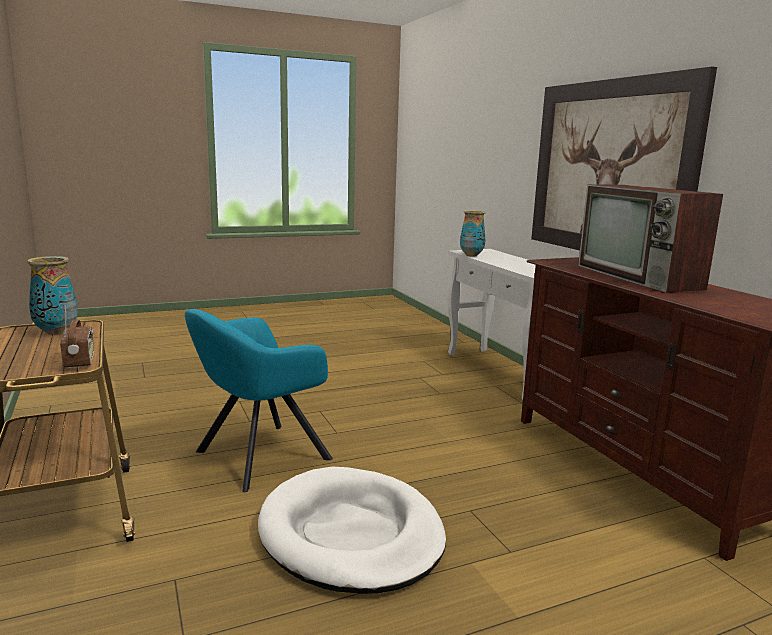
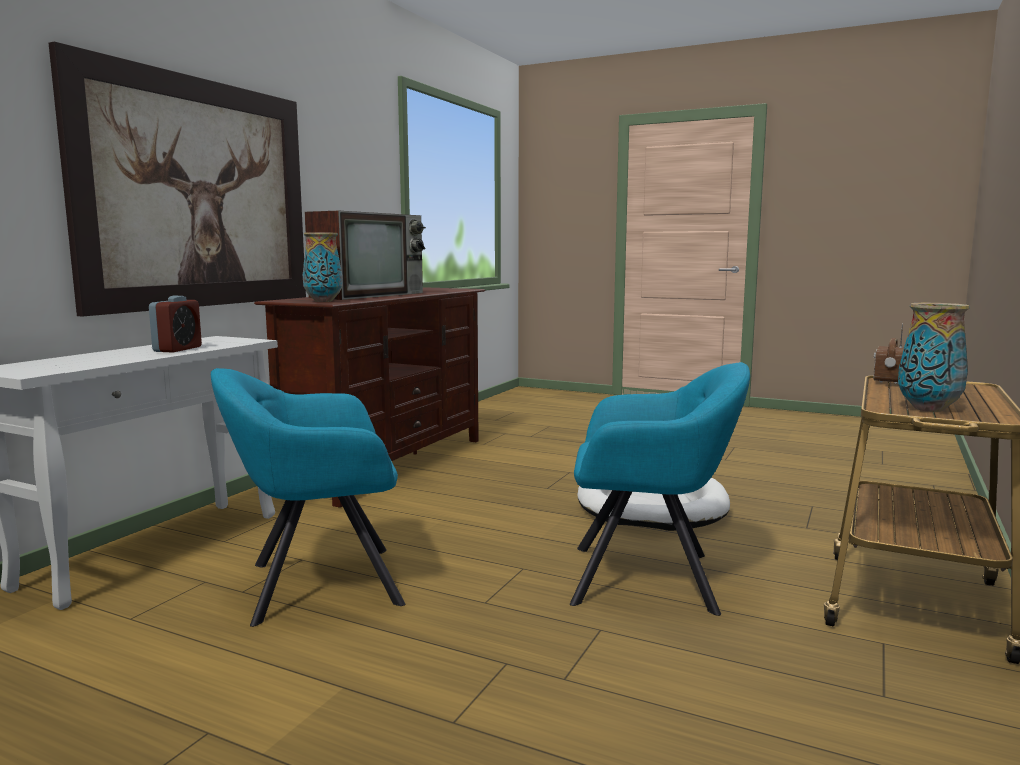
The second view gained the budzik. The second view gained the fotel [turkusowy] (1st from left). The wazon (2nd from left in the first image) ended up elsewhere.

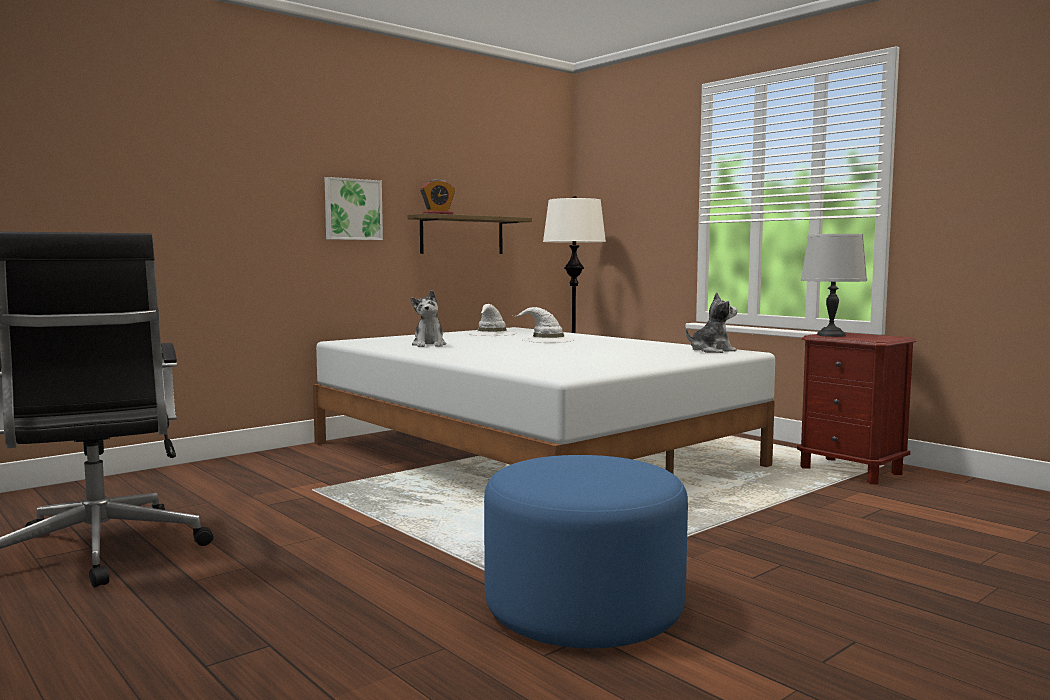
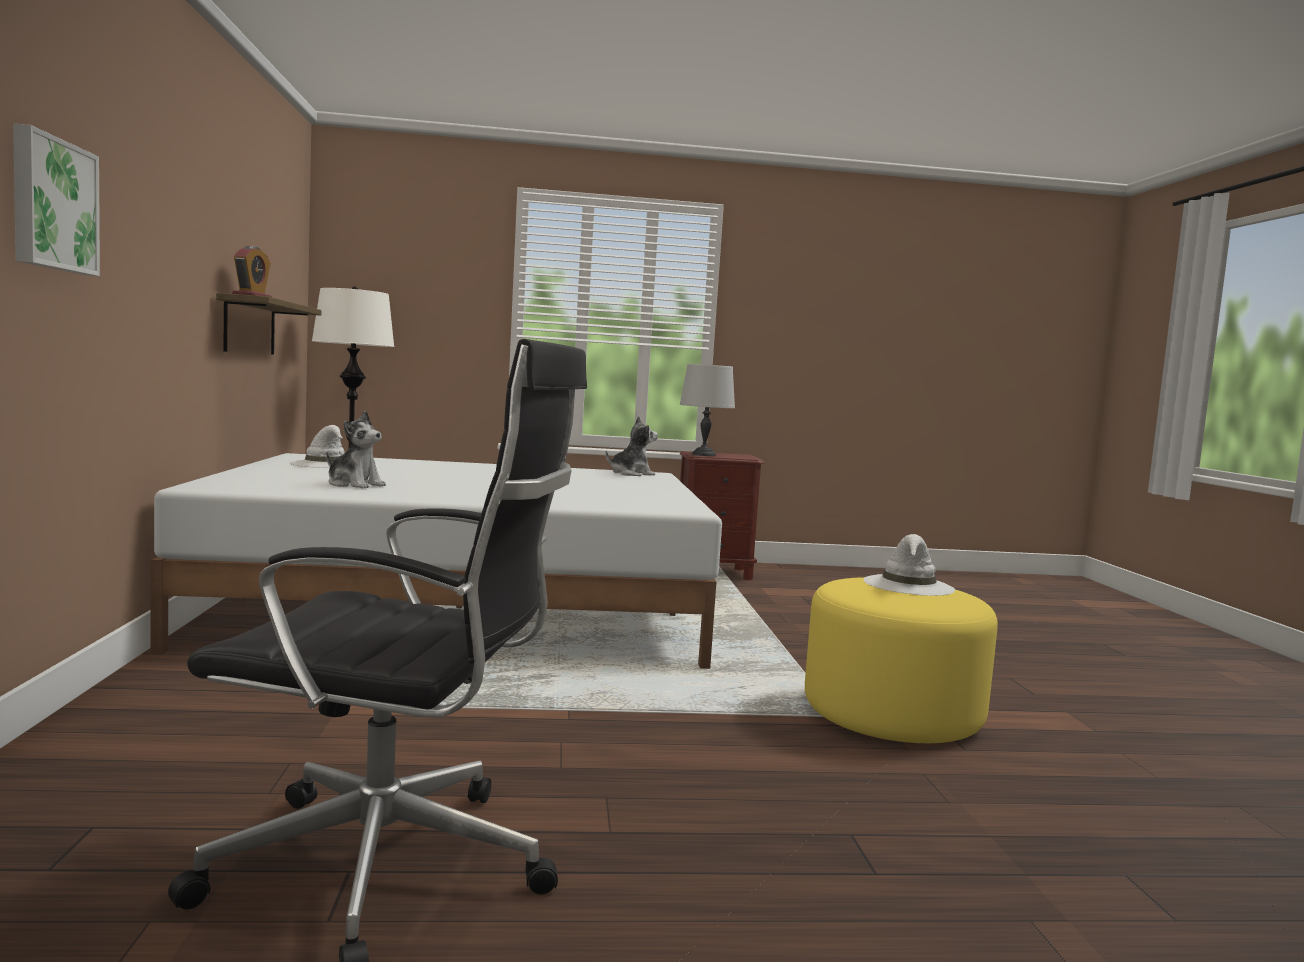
The obraz ended up elsewhere. The kapelusz [biały] (2nd from left) ended up elsewhere. What was the pufa [niebieski] turned into the pufa [żółty]. The pluszak (2nd from left) ended up facing another way, 45 degrees clockwise from before.

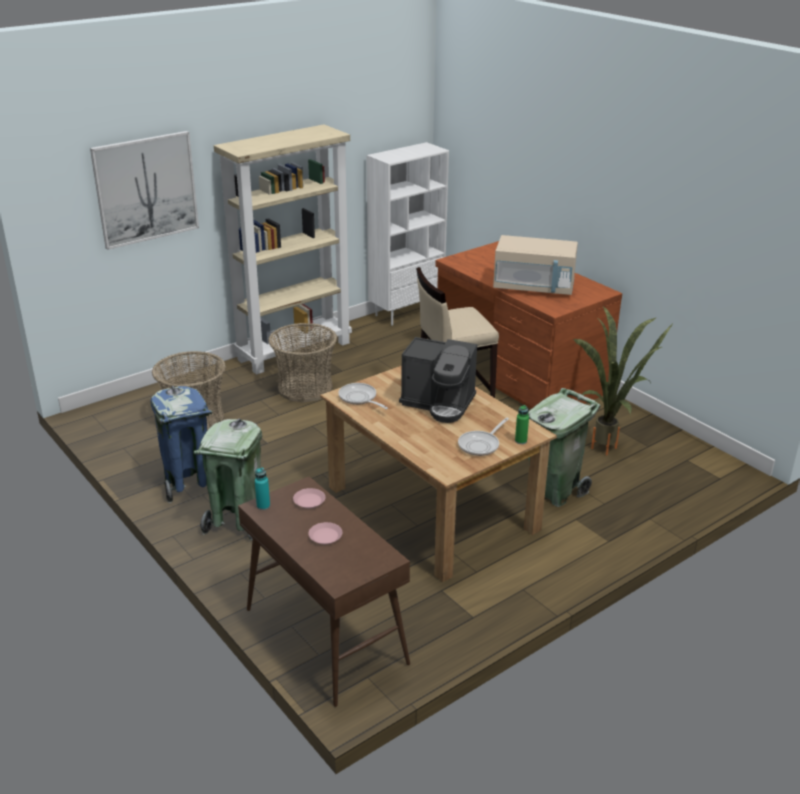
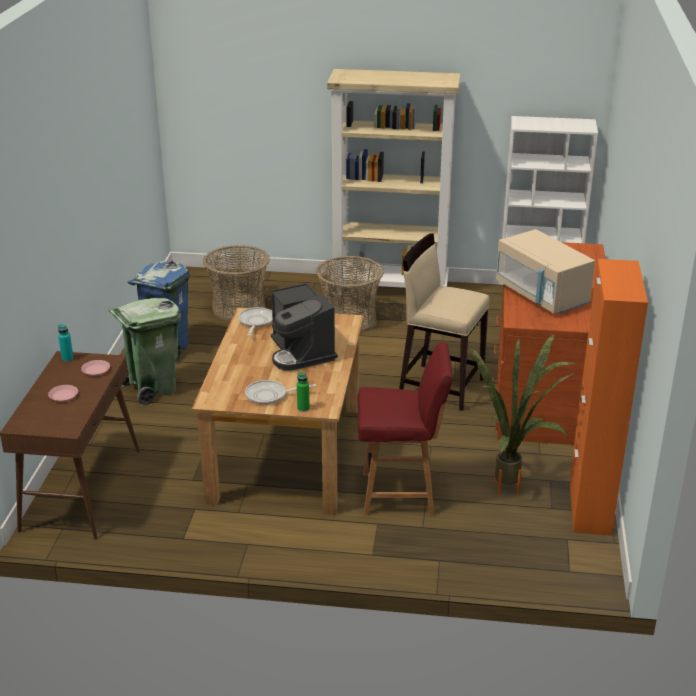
The second view lost the obraz. The second view gained the szafka [pomarańczowy]. Where the kosz na śmieci [zielony] (2nd from left) stood, the krzesło [czerwony] came to stand.

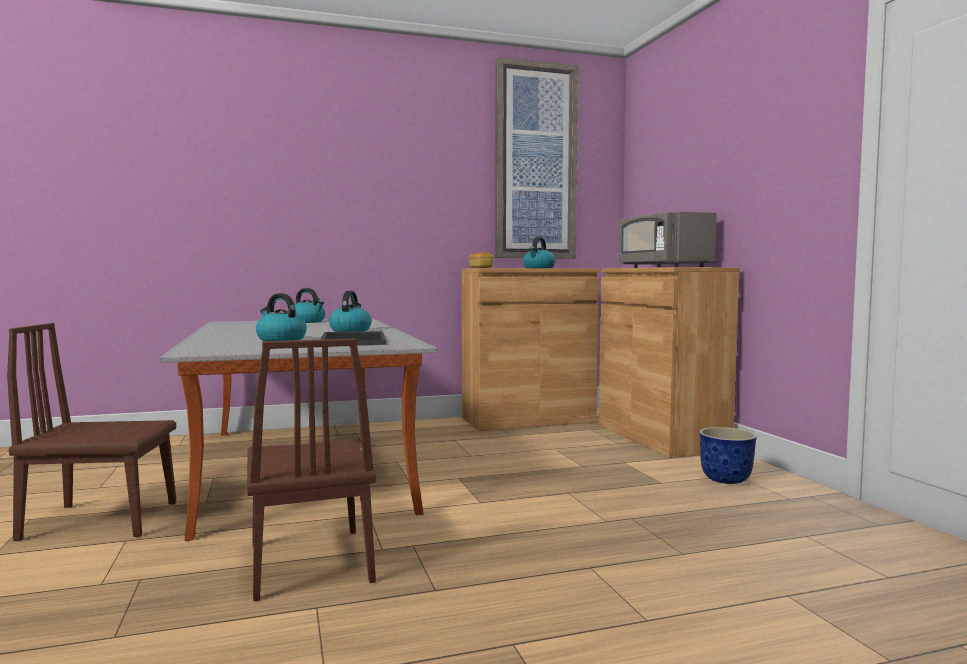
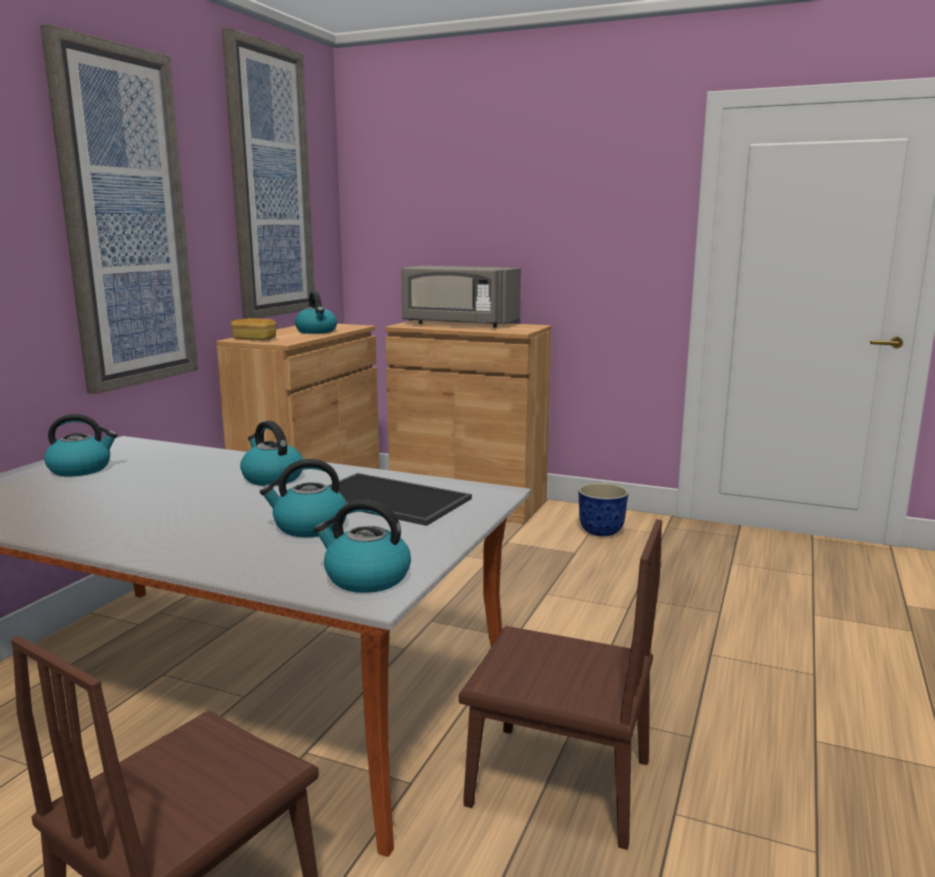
The second view gained the obraz (1st from left). The second view gained the czajnik (5th from left).

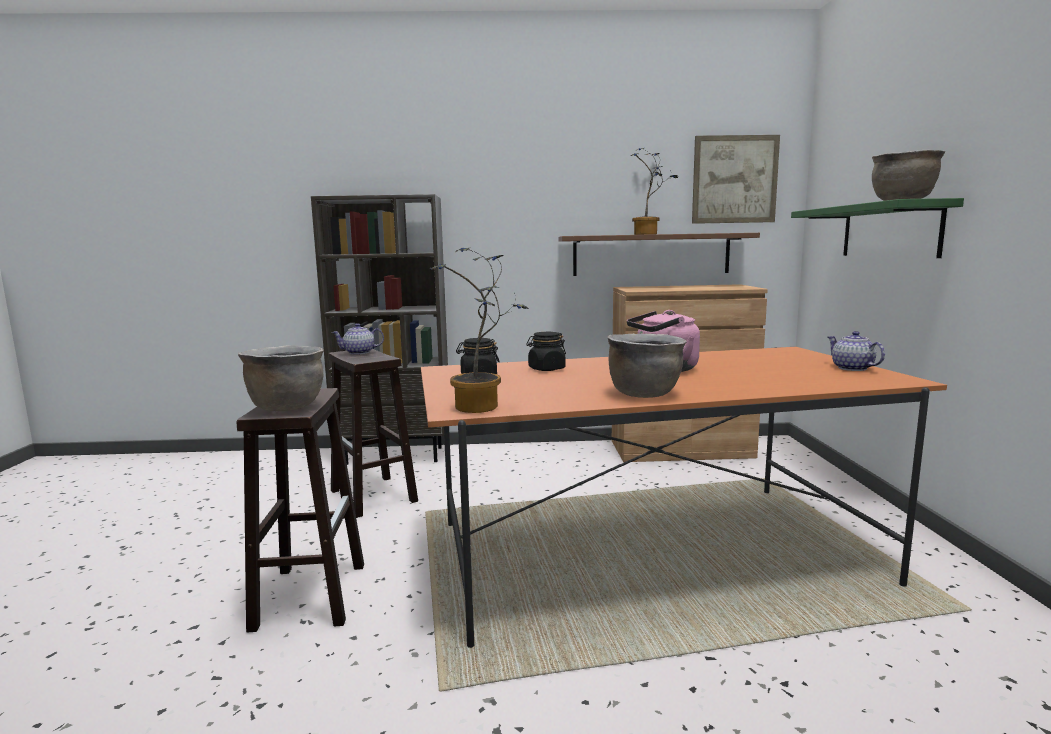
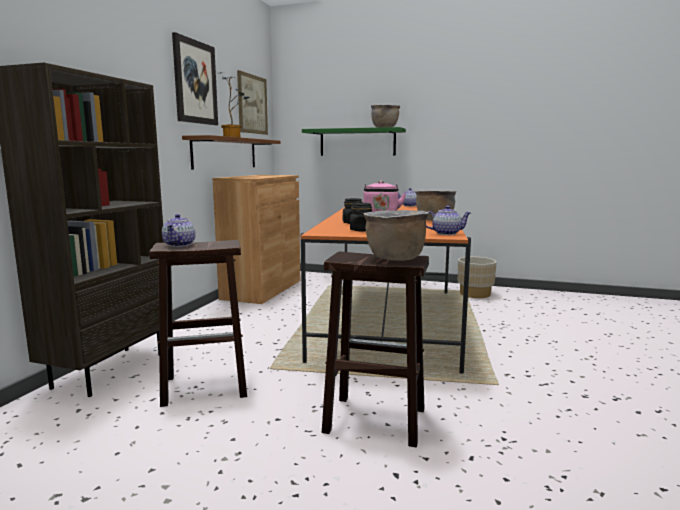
The second view gained the obraz (1st from left). The second view gained the donica [beżowy]. Where the roślina doniczkowa (1st from left) stood, the imbryk (3rd from left) came to stand.

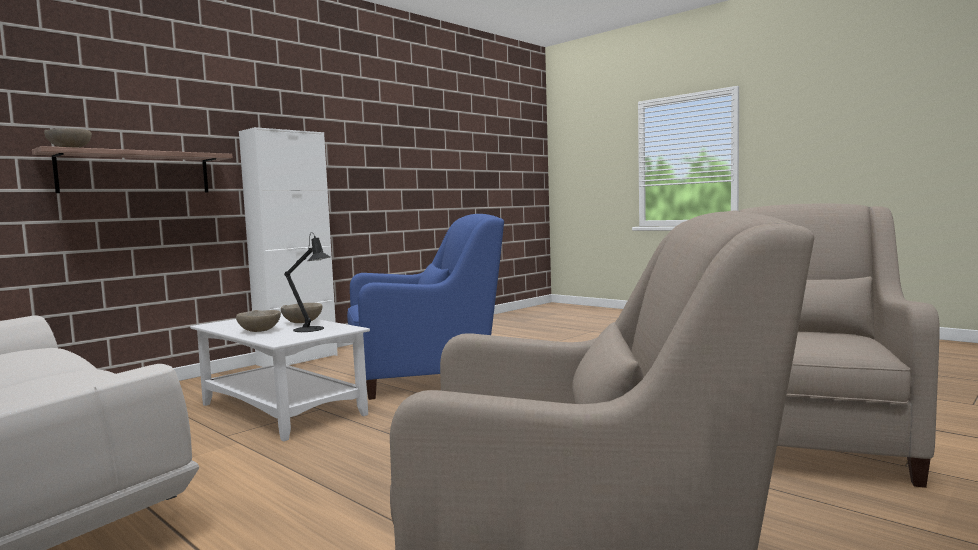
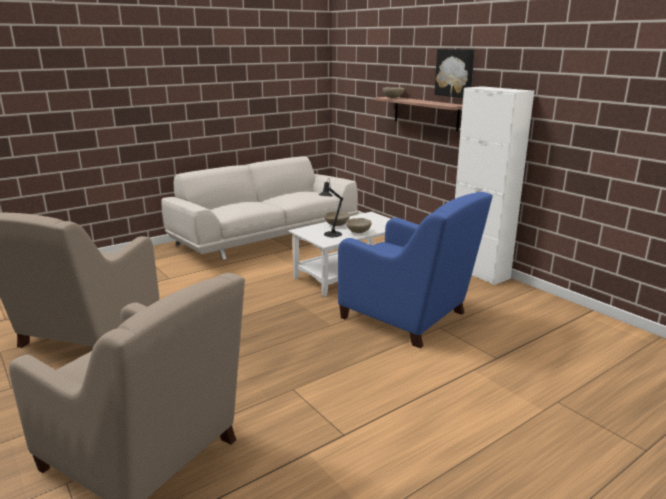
The second view gained the obraz. The fotel [niebieski] ended up facing another way, 45 degrees counterclockwise from before.

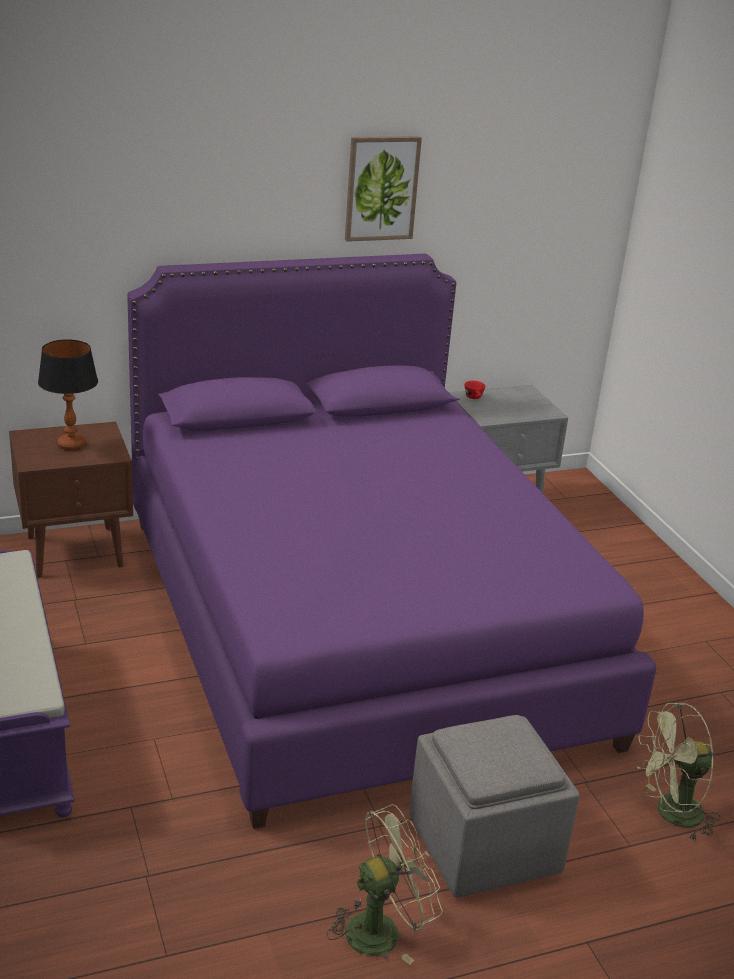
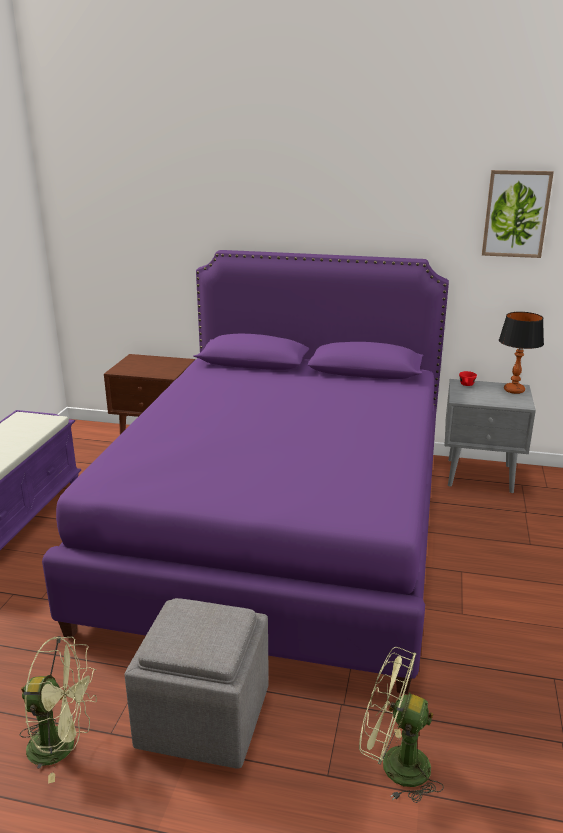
The lampa stołowa ended up elsewhere. The obraz ended up elsewhere.

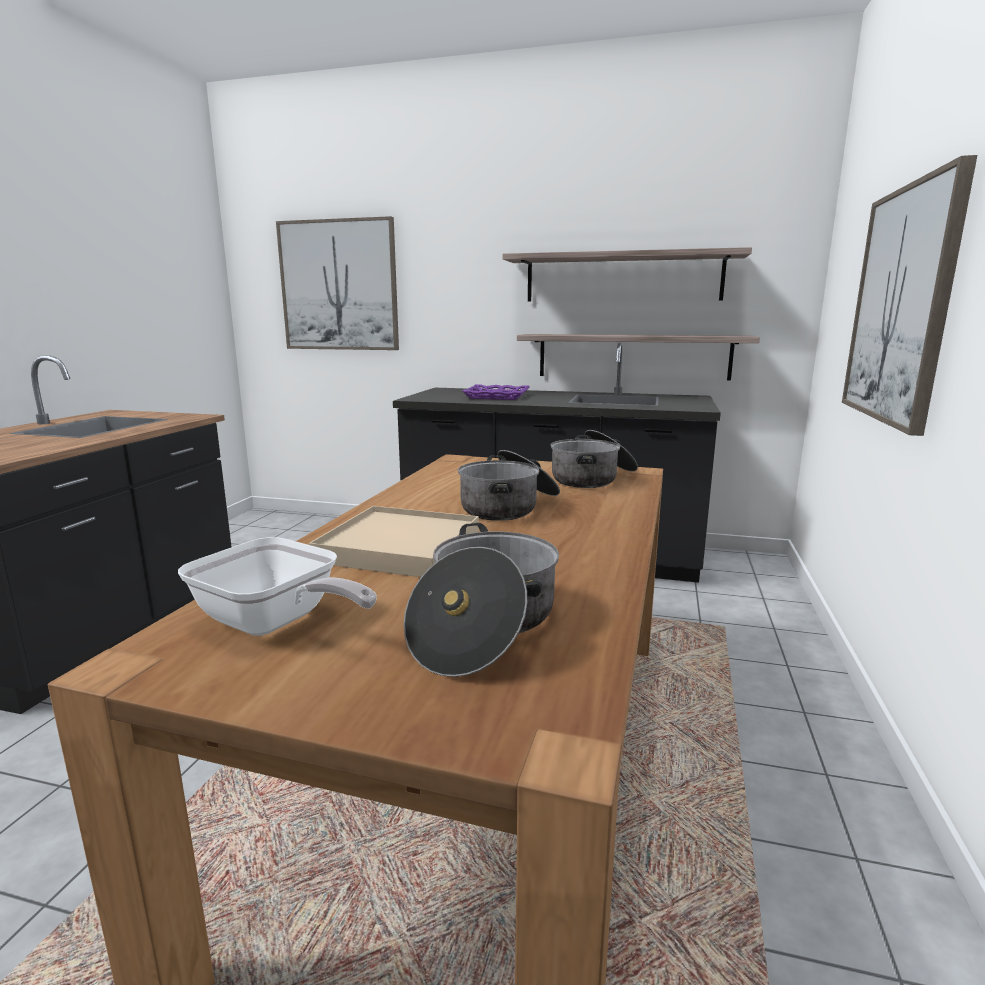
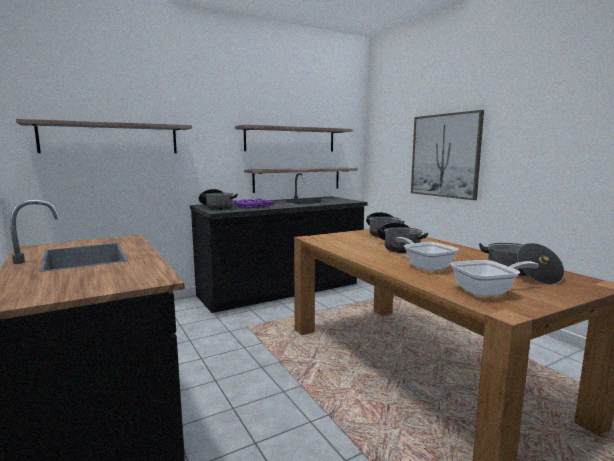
The second view gained the garnek (1st from left). Where the obraz (1st from left) hung, the półka (1st from left) came to hang. Where the taca [beżowy] stood, the patelnia (1st from left) came to stand.

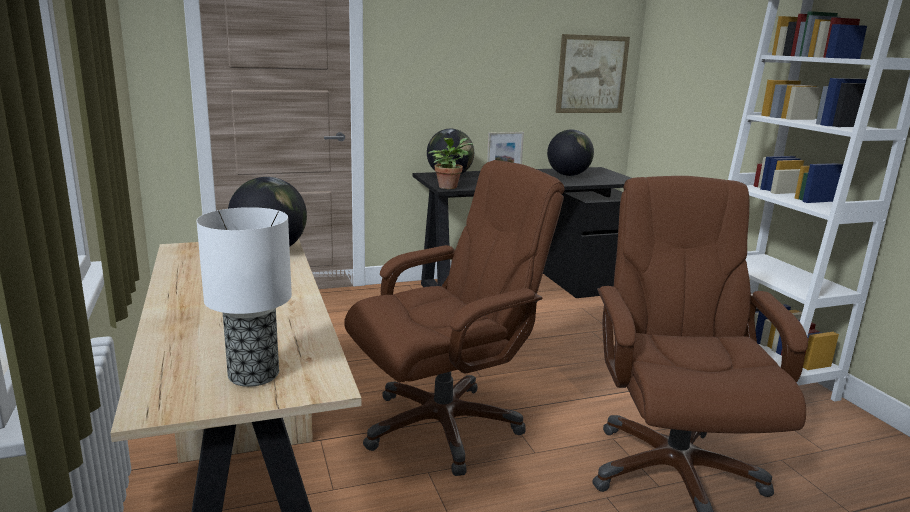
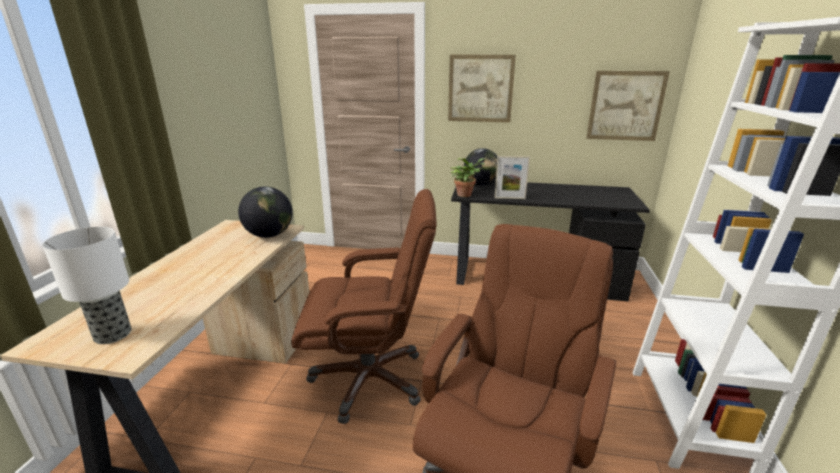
The second view lost the globus (3rd from left). The second view gained the obraz (1st from left).

